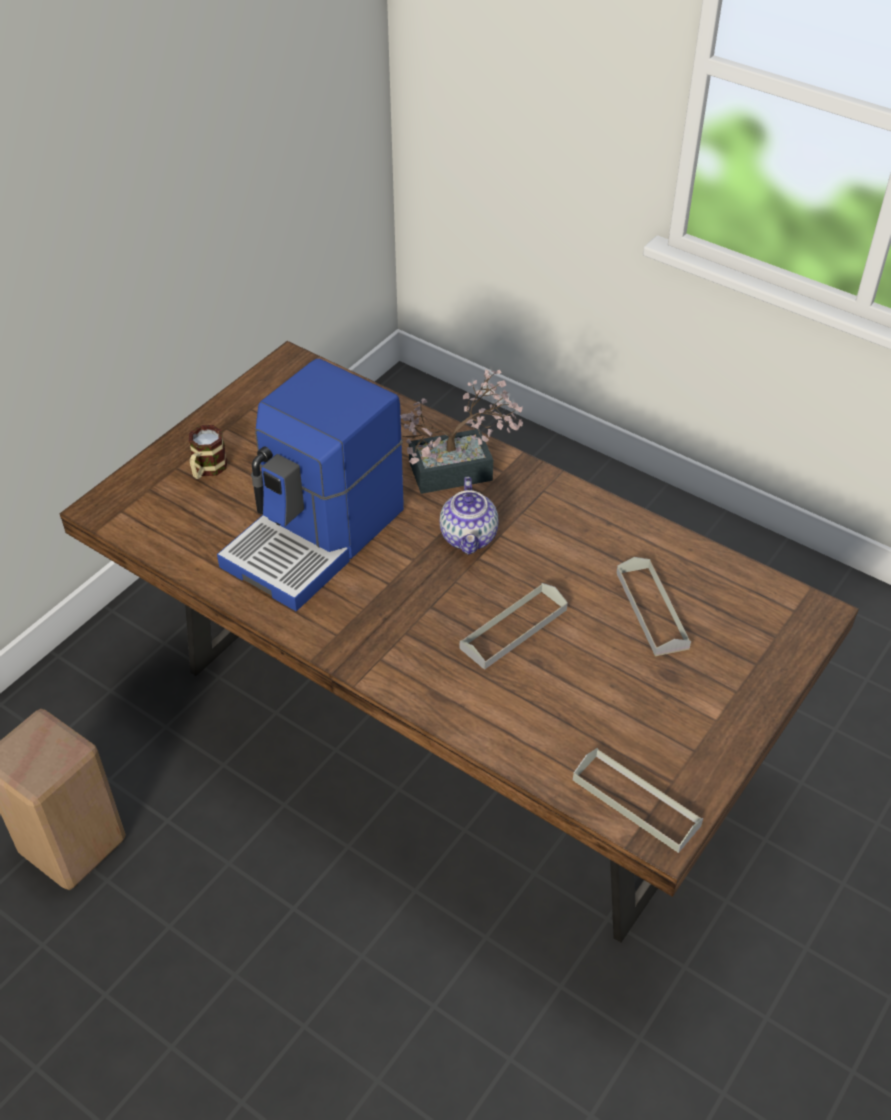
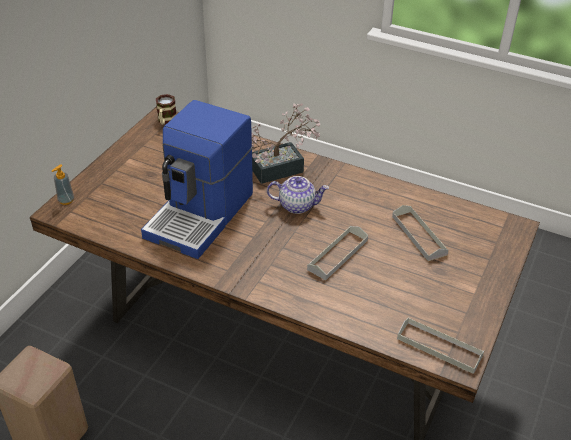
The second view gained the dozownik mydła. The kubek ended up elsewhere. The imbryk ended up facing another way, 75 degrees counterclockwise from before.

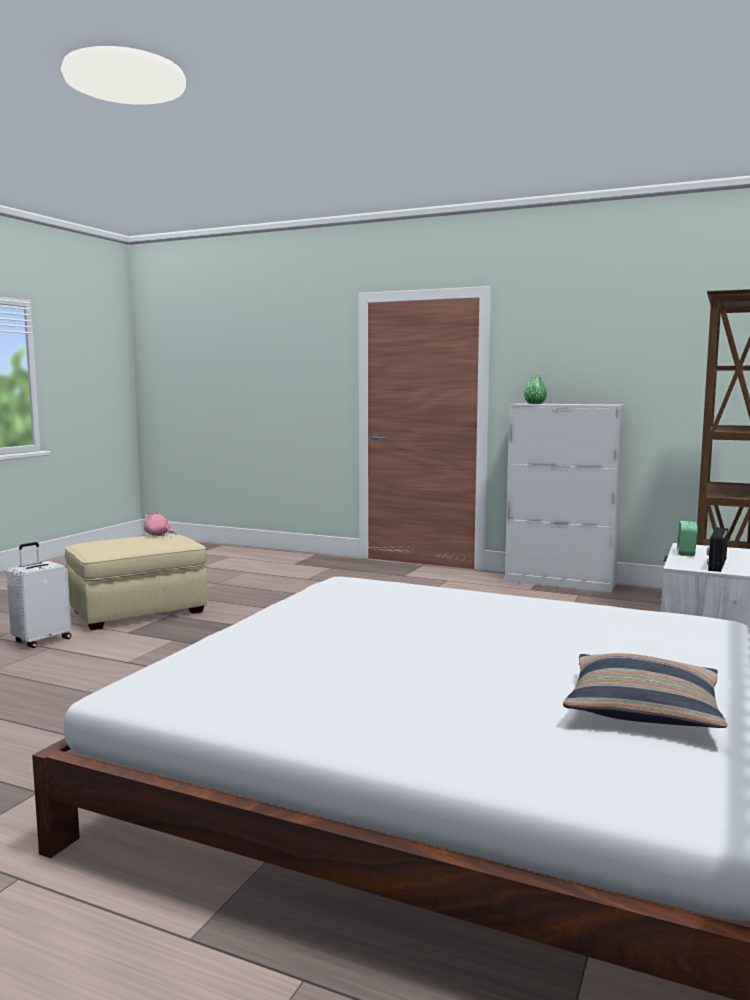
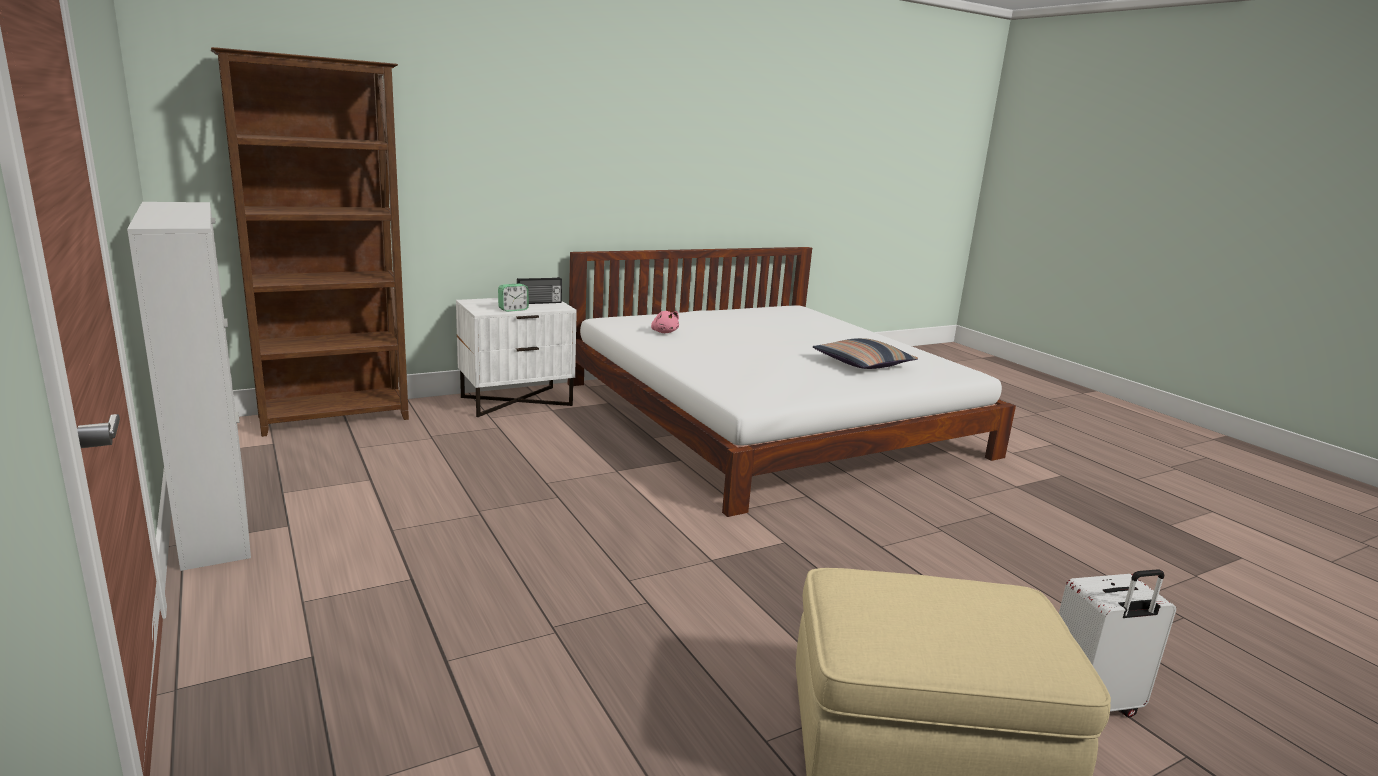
The second view lost the wazon [zielony]. The pluszak [różowy] ended up elsewhere. The poduszka ended up elsewhere.

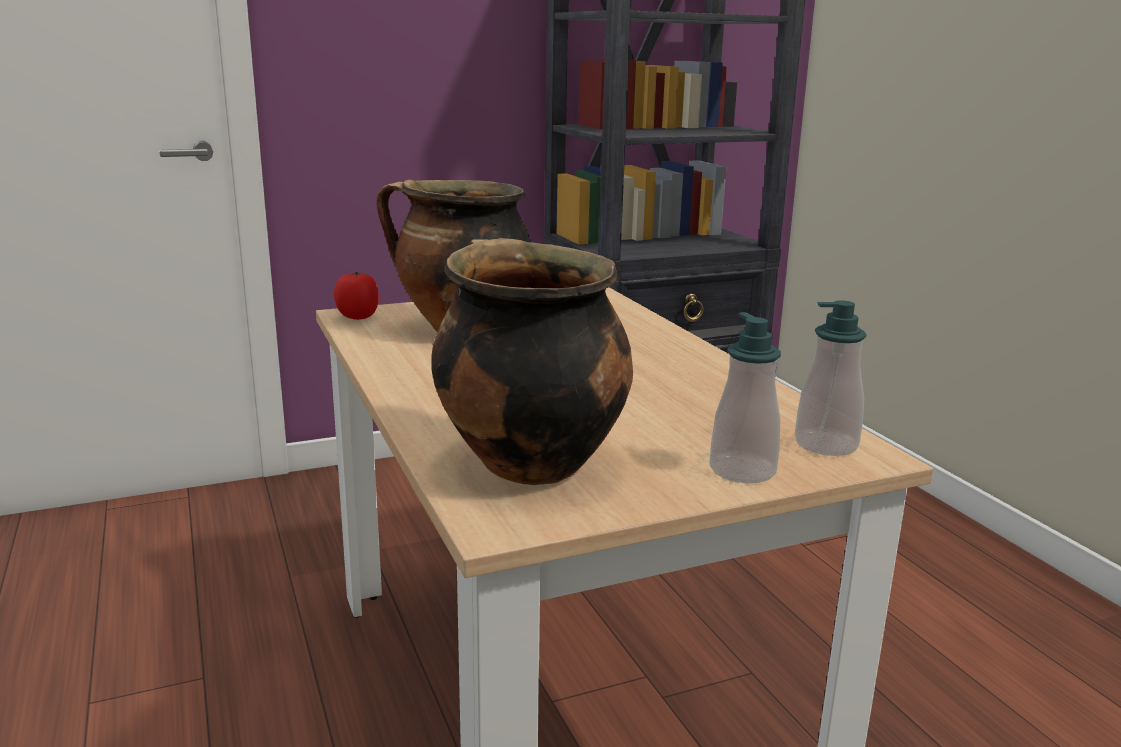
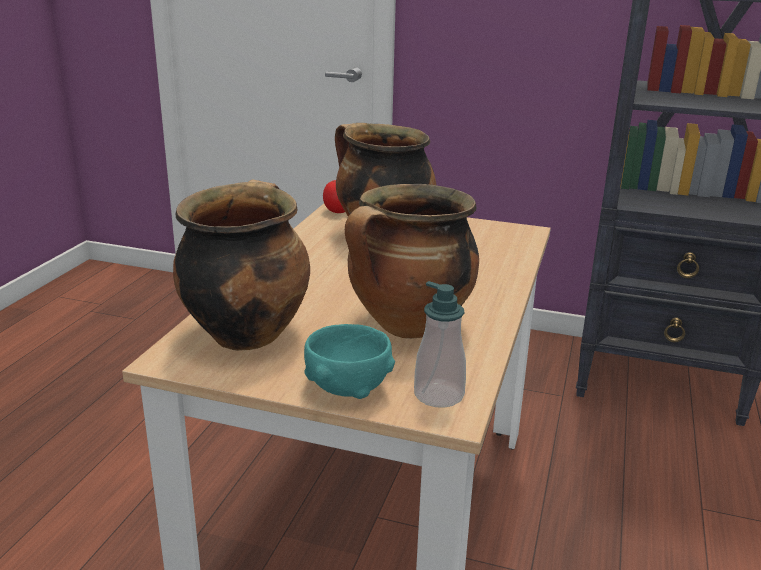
The second view gained the garnek (3rd from left). Where the dozownik mydła (1st from left) stood, the miska [turkusowy] came to stand.

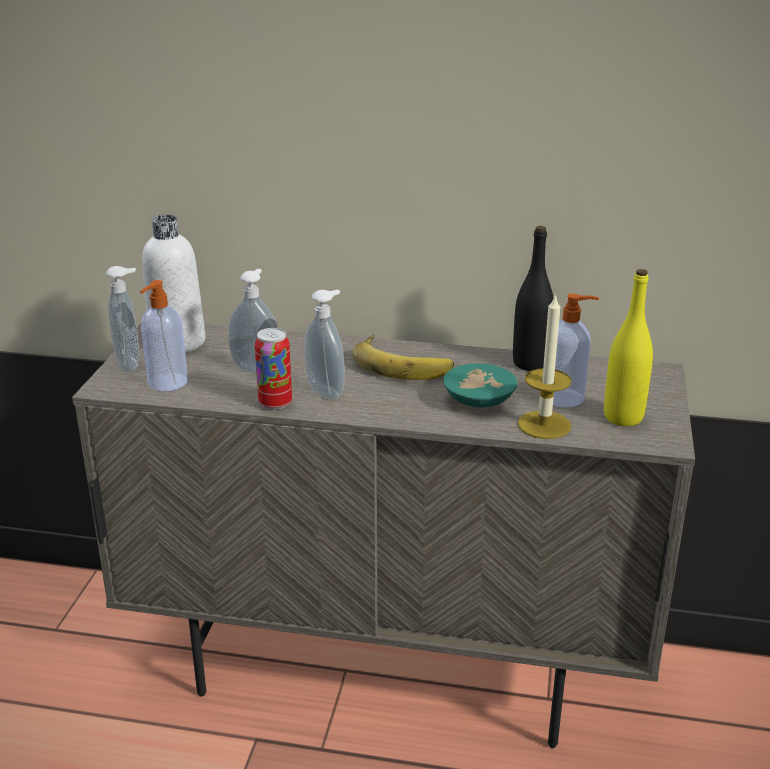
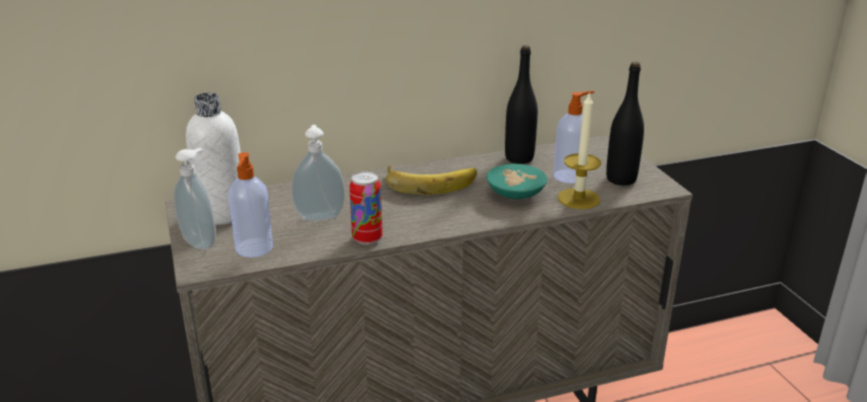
The second view lost the dozownik mydła (4th from left). What was the butelka [żółty] turned into the butelka [czarny] (2nd from left).

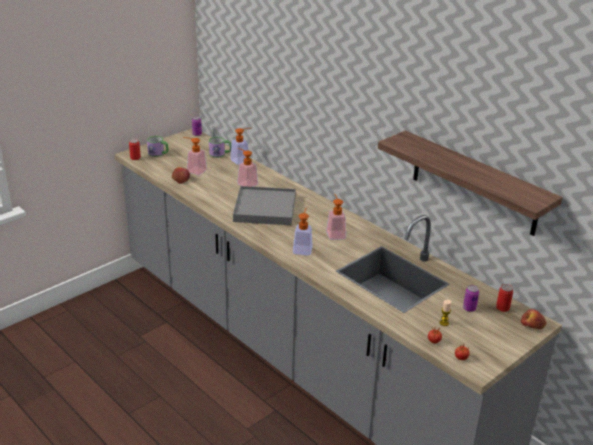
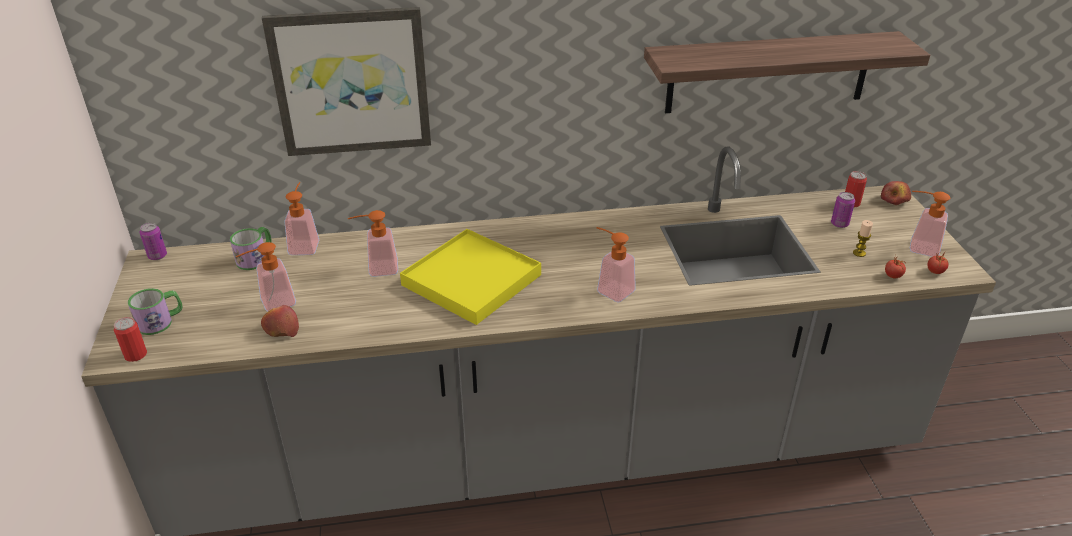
The second view gained the obraz. The dozownik mydła (5th from left) ended up elsewhere. What was the taca [szary] turned into the taca [żółty].

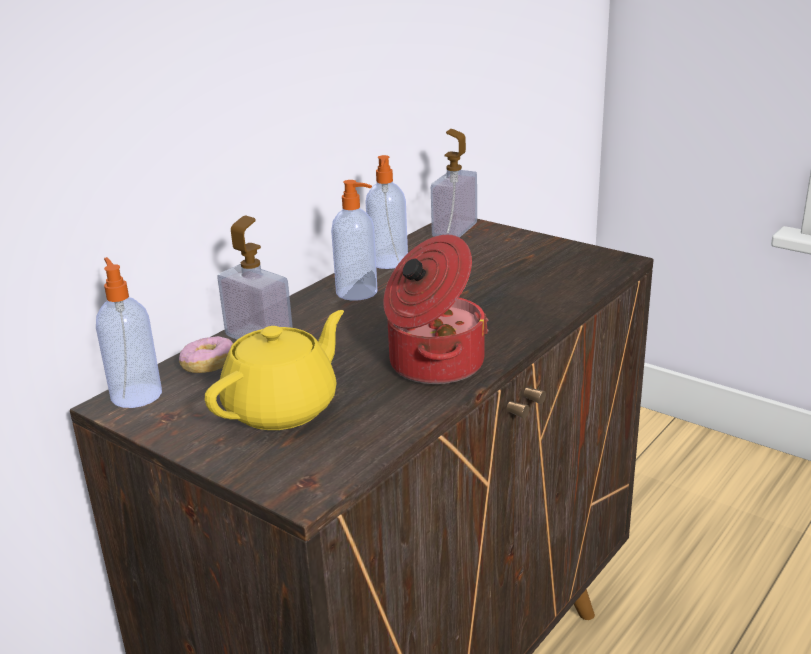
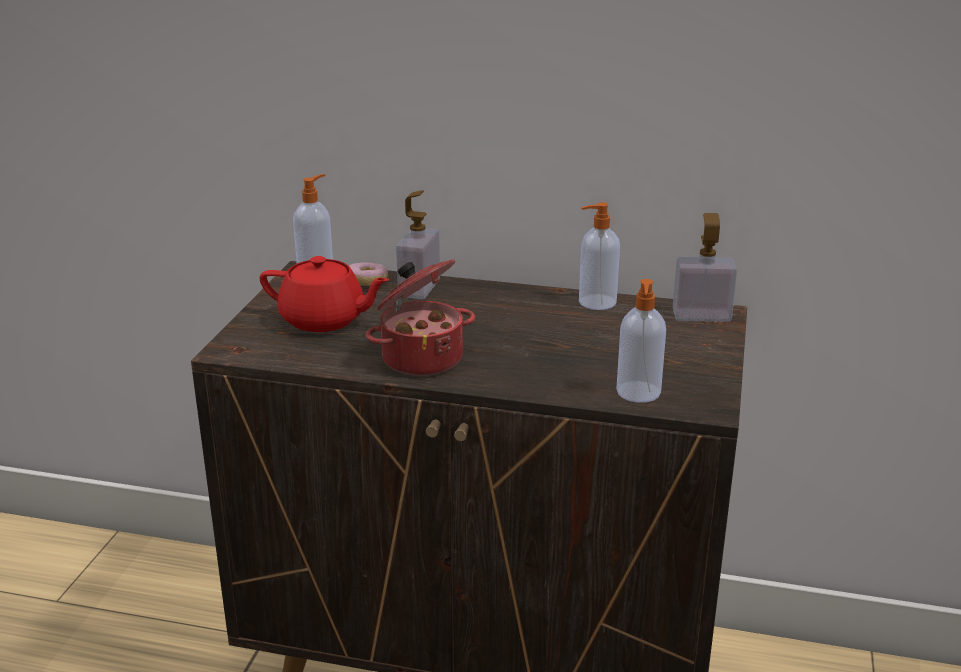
The dozownik mydła (3rd from left in the first image) ended up elsewhere. What was the imbryk [żółty] turned into the imbryk [czerwony].

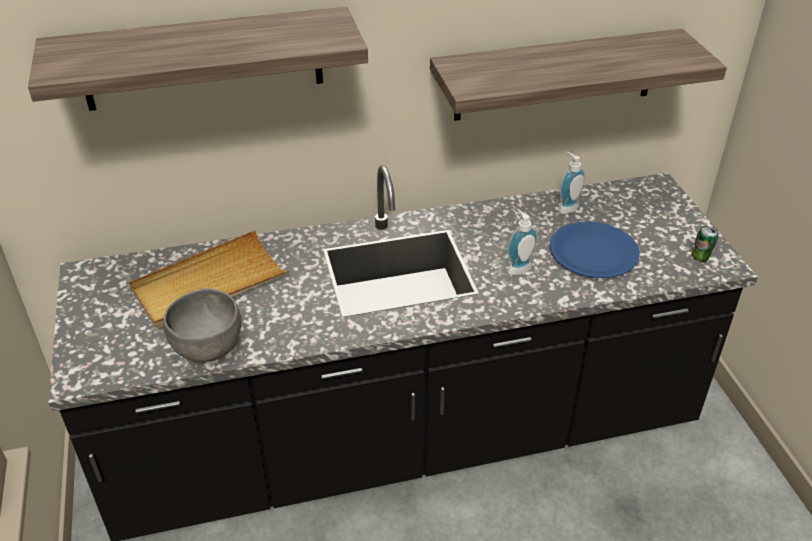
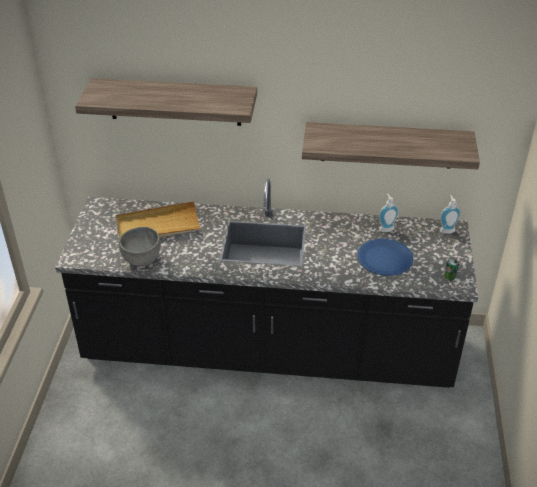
The dozownik mydła (1st from left in the first image) ended up elsewhere.

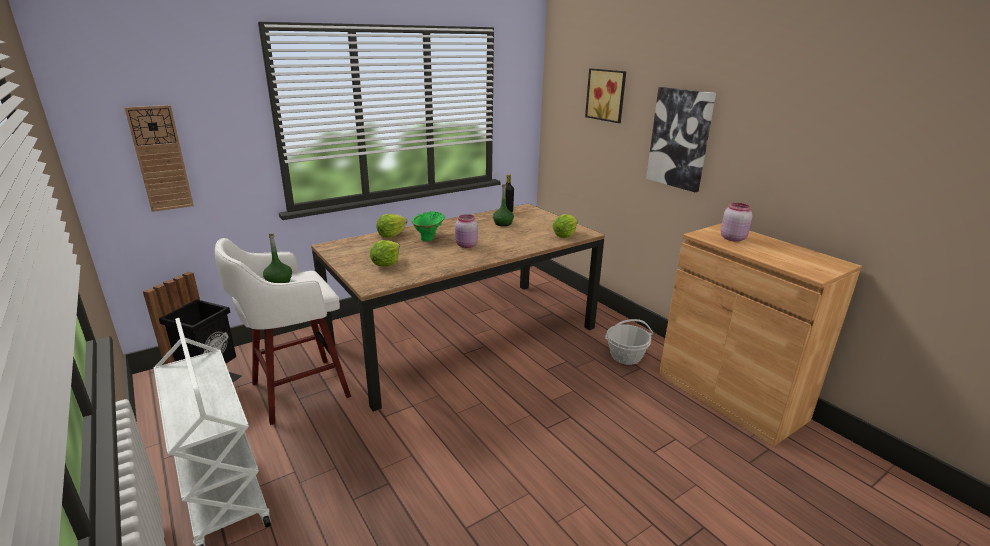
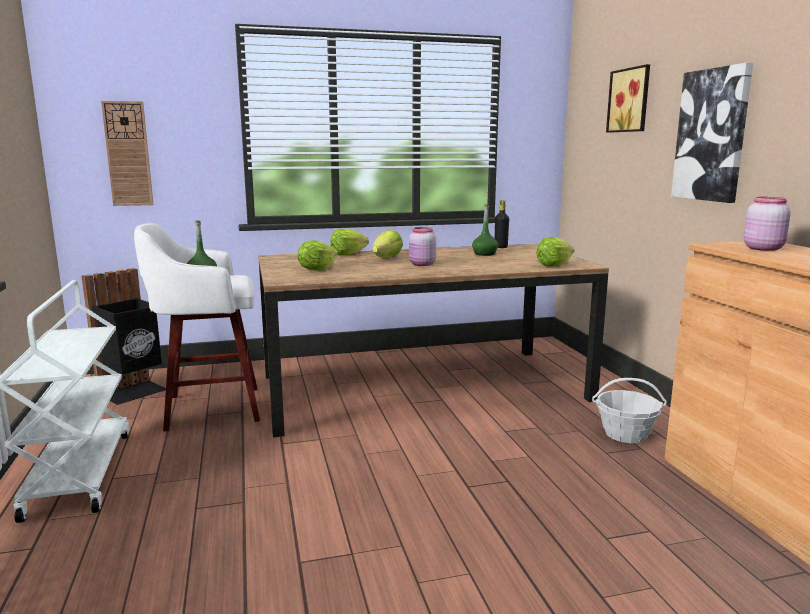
Where the wazon [zielony] stood, the sałata (3rd from left) came to stand.

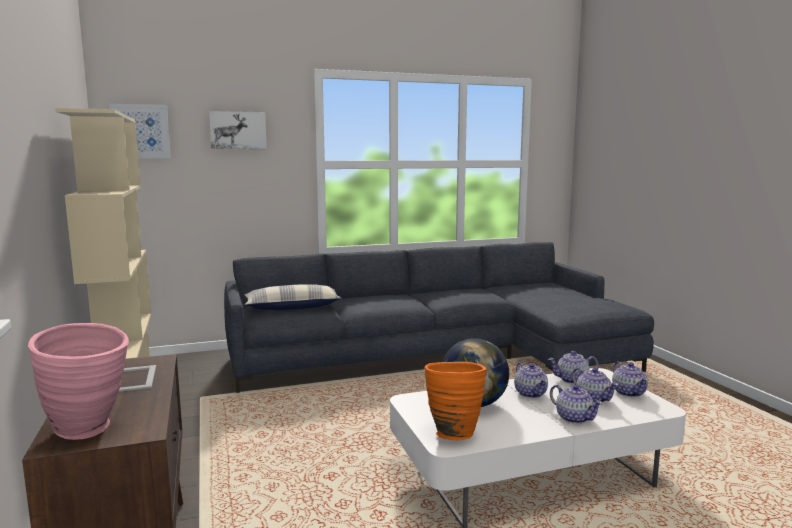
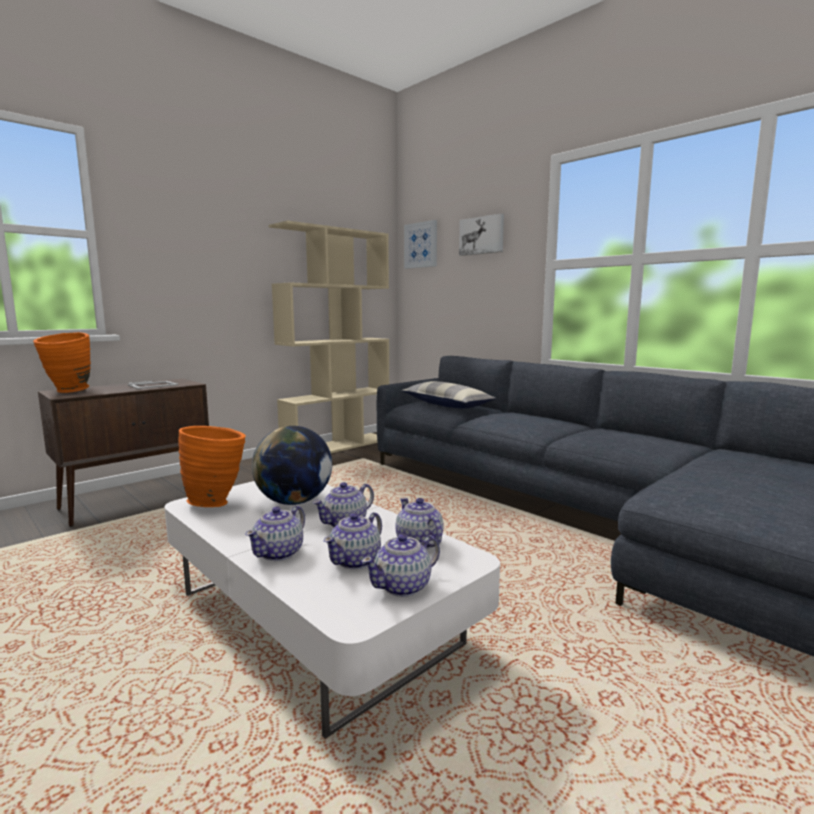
What was the wazon [różowy] turned into the wazon [pomarańczowy] (1st from left).

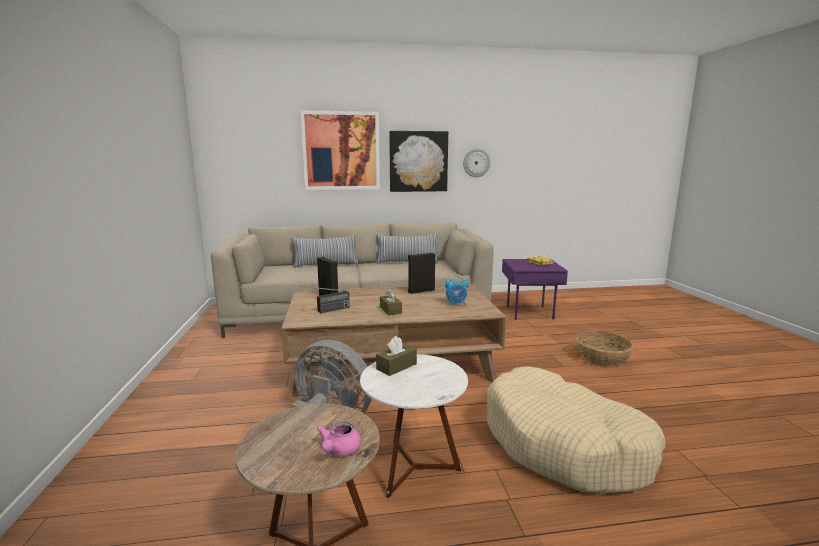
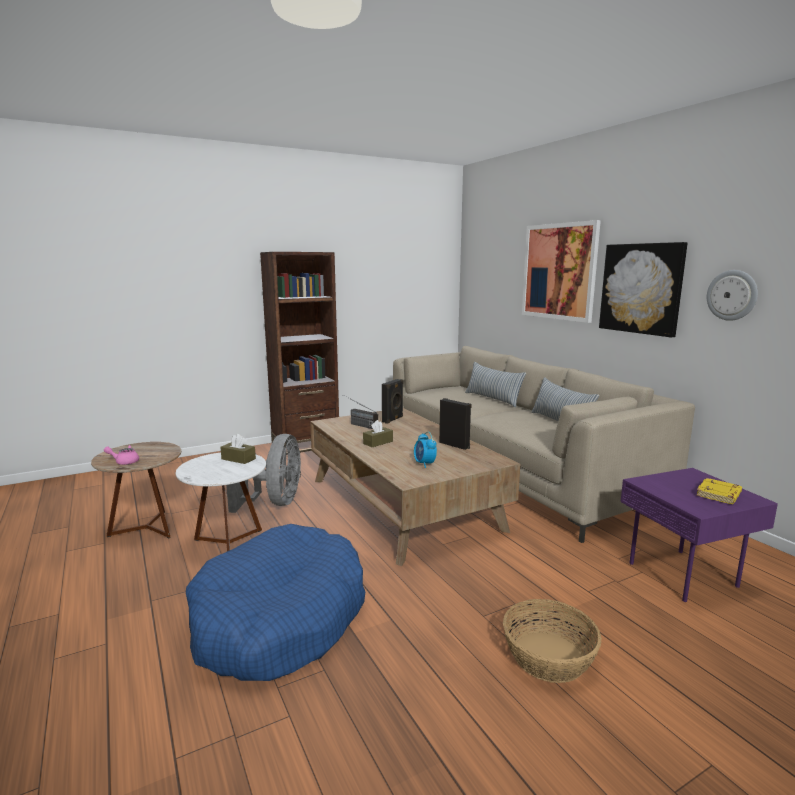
The second view gained the regał [brązowy]. What was the legowisko [beżowy] turned into the legowisko [niebieski].

